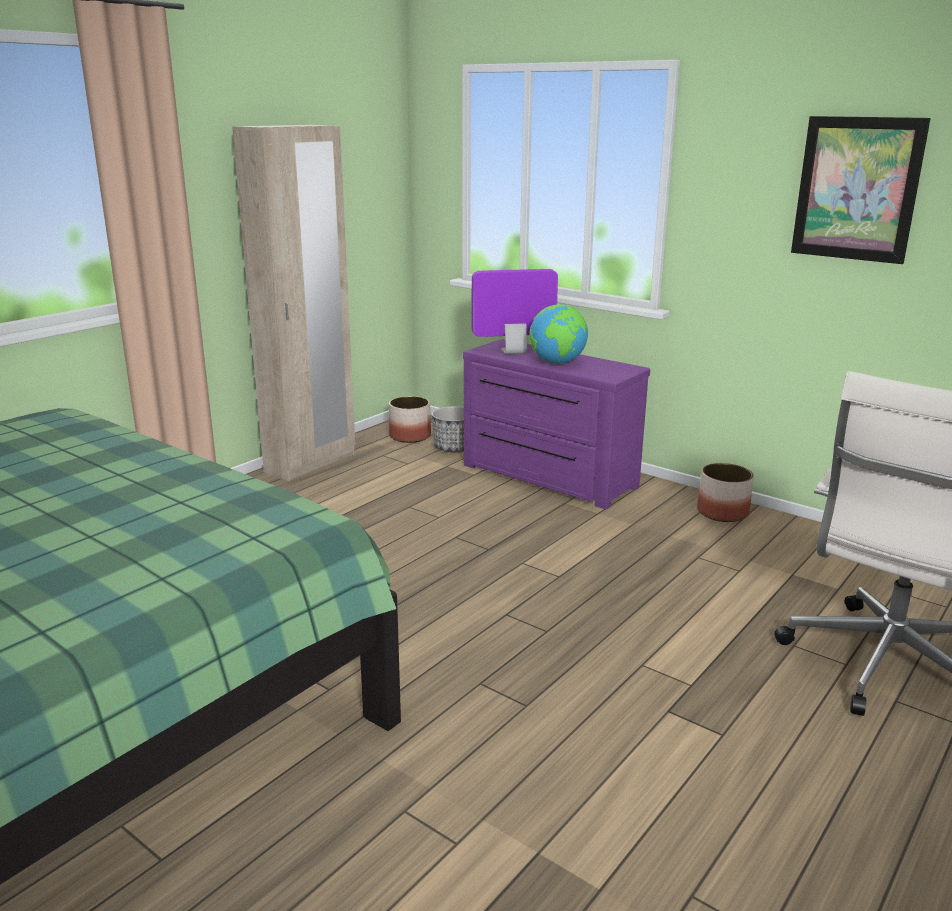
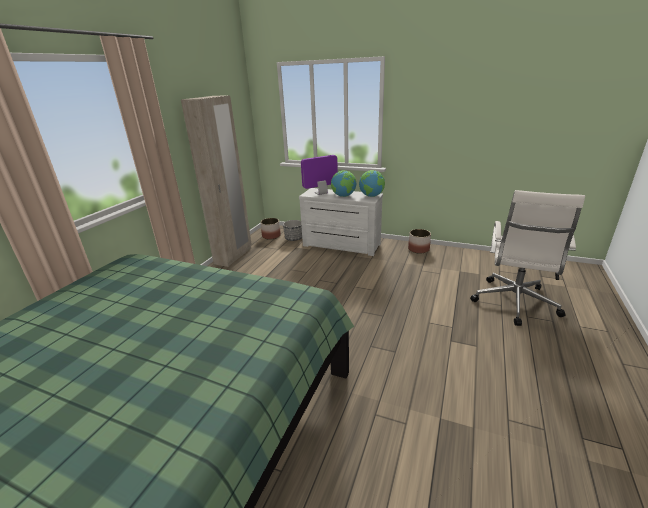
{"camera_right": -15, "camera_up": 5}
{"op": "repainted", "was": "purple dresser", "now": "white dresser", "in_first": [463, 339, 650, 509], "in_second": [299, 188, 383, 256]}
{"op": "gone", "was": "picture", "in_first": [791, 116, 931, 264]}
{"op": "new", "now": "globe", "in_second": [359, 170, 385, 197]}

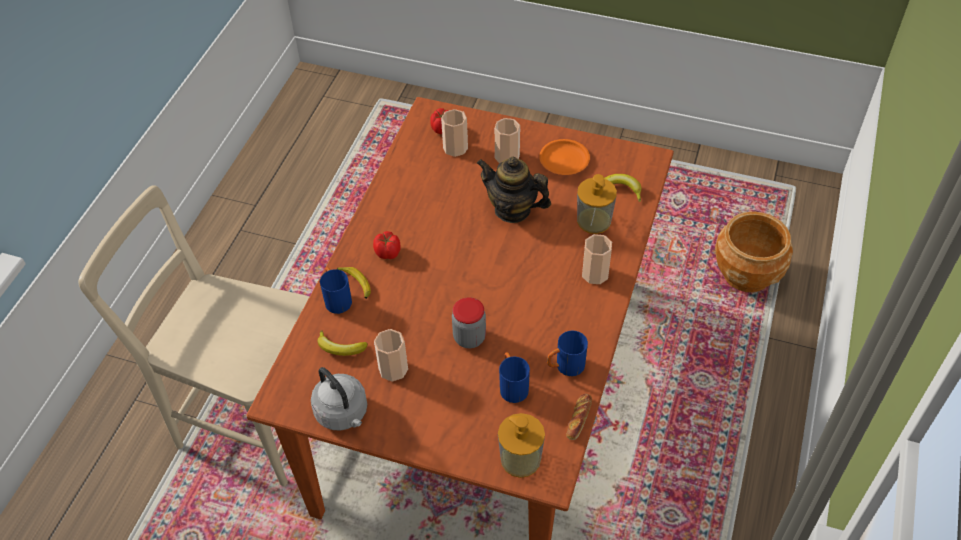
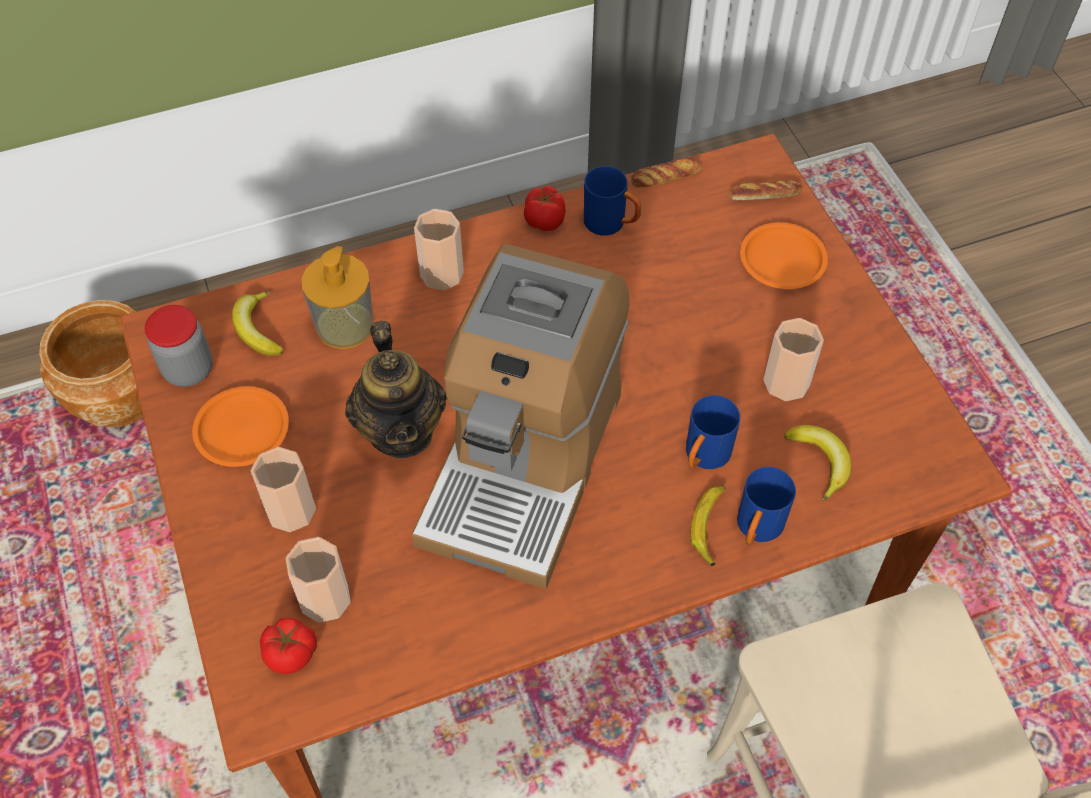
{"camera_right": -130, "camera_up": 5}
{"op": "gone", "was": "grey kettle", "in_first": [311, 367, 367, 431]}
{"op": "shifted", "was": "tomato", "in_first": [373, 231, 400, 259], "in_second": [524, 186, 566, 231]}
{"op": "shifted", "was": "jar", "in_first": [452, 297, 486, 348], "in_second": [145, 305, 213, 387]}
{"op": "swapped", "was": "soap dispenser", "now": "bread", "in_first": [498, 413, 545, 478], "in_second": [729, 180, 803, 200]}
{"op": "shifted", "was": "blue mug", "in_first": [499, 352, 530, 403], "in_second": [686, 395, 740, 469]}
{"op": "new", "now": "coffee machine", "in_second": [412, 244, 630, 589]}
{"op": "new", "now": "orange plate", "in_second": [740, 222, 828, 289]}

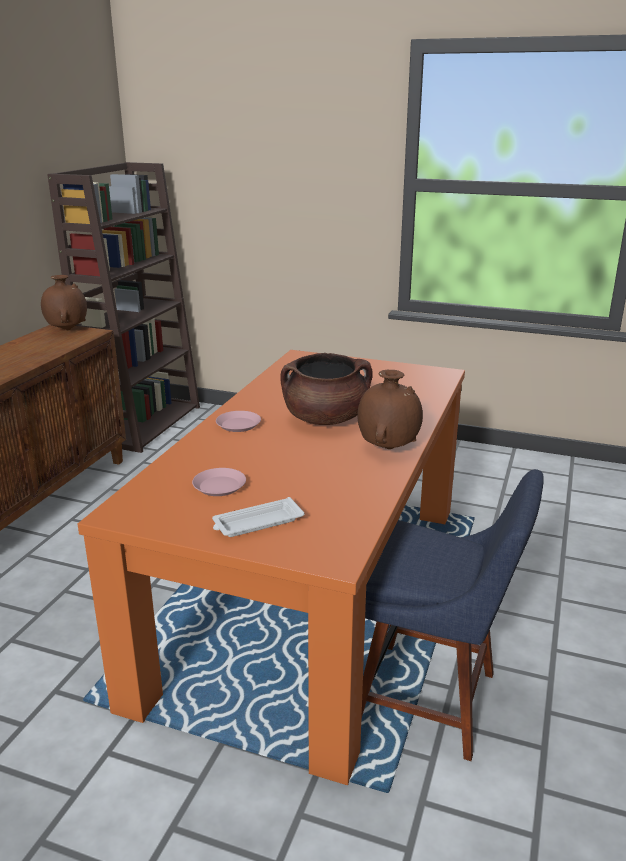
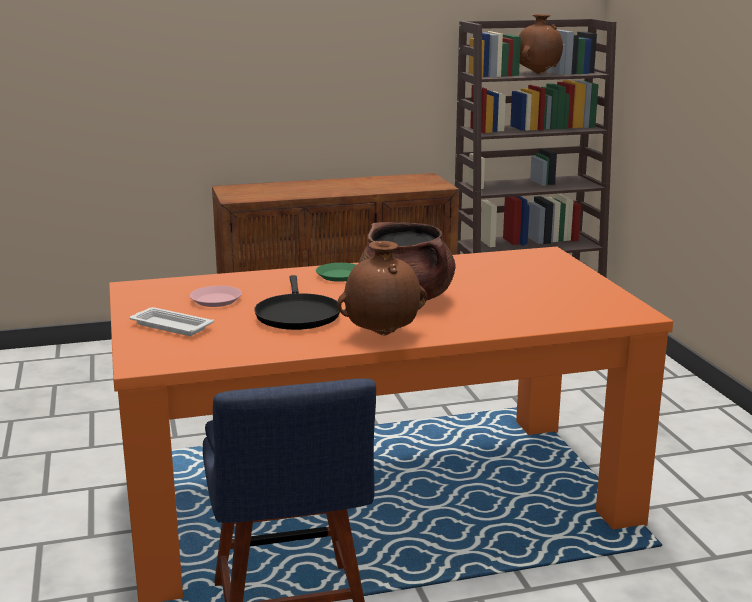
{"camera_right": 55, "camera_up": -5}
{"op": "shifted", "was": "brown vase", "in_first": [41, 275, 87, 330], "in_second": [519, 14, 563, 74]}
{"op": "repainted", "was": "pink plate", "now": "green plate", "in_first": [216, 411, 261, 432], "in_second": [316, 263, 356, 282]}
{"op": "new", "now": "black frying pan", "in_second": [254, 275, 340, 330]}

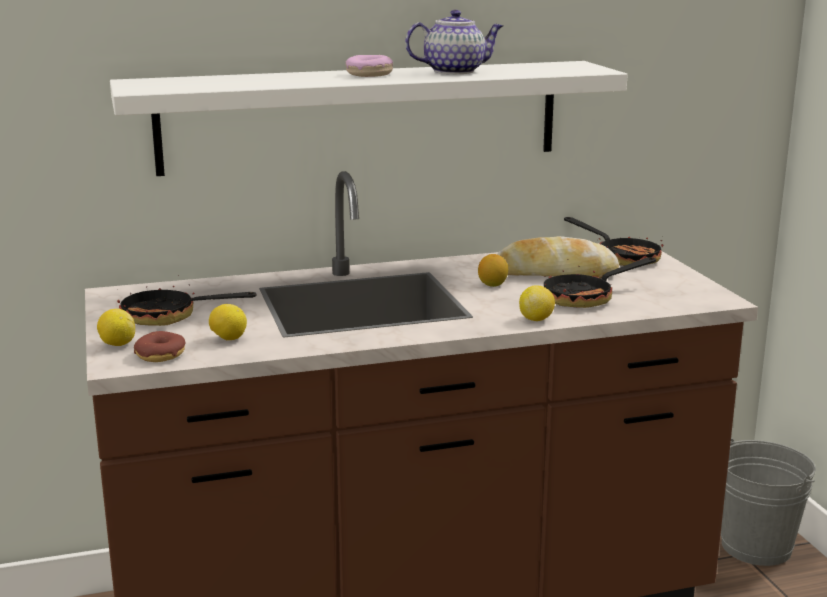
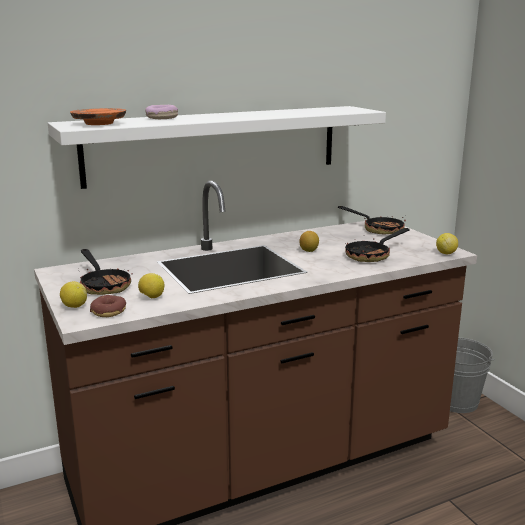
{"camera_right": -10, "camera_up": 0}
{"op": "rotated", "was": "frying pan", "in_first": [117, 275, 256, 326], "in_second": [78, 249, 133, 295], "clockwise": -120}
{"op": "shifted", "was": "donut", "in_first": [345, 55, 393, 77], "in_second": [145, 105, 178, 119]}
{"op": "gone", "was": "teapot", "in_first": [405, 10, 503, 74]}
{"op": "gone", "was": "bread", "in_first": [497, 236, 619, 279]}
{"op": "shifted", "was": "lemon", "in_first": [519, 285, 555, 321], "in_second": [436, 233, 458, 254]}
{"op": "new", "now": "orange plate", "in_second": [70, 108, 126, 125]}

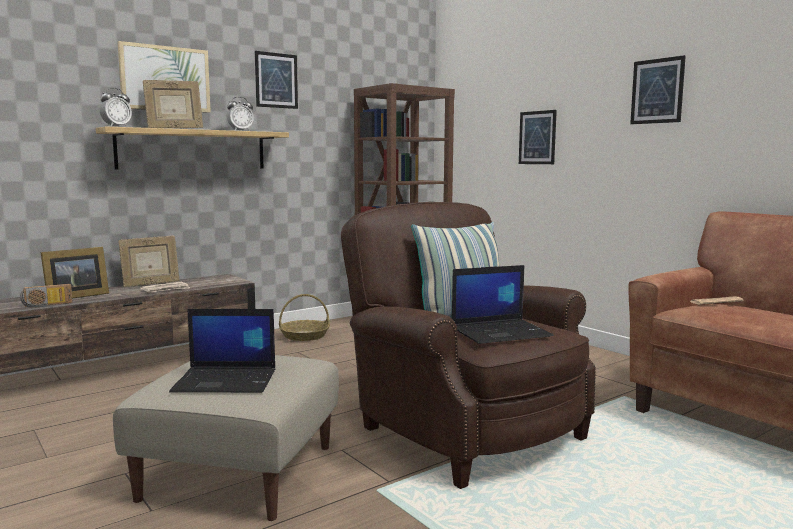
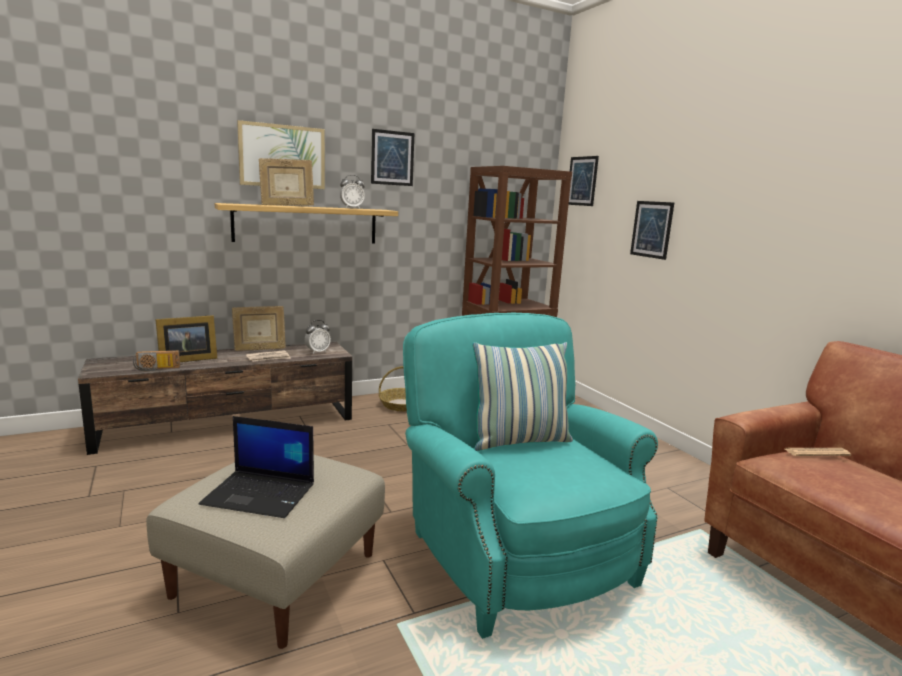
{"camera_right": 10, "camera_up": 5}
{"op": "shifted", "was": "alarm clock", "in_first": [100, 88, 132, 127], "in_second": [305, 320, 331, 354]}
{"op": "repainted", "was": "brown armchair", "now": "turquoise armchair", "in_first": [341, 202, 596, 489], "in_second": [403, 313, 658, 639]}
{"op": "gone", "was": "laptop", "in_first": [452, 265, 554, 344]}
{"op": "shifted", "was": "picture", "in_first": [630, 55, 686, 124], "in_second": [568, 156, 599, 206]}

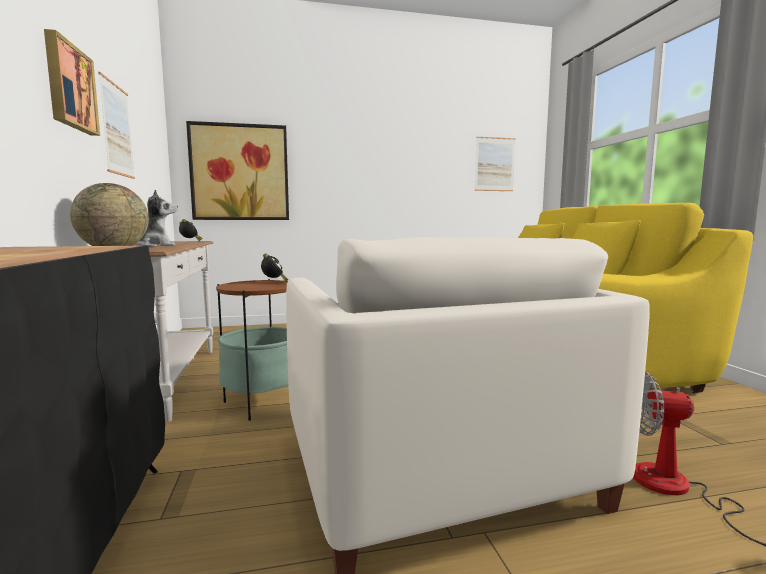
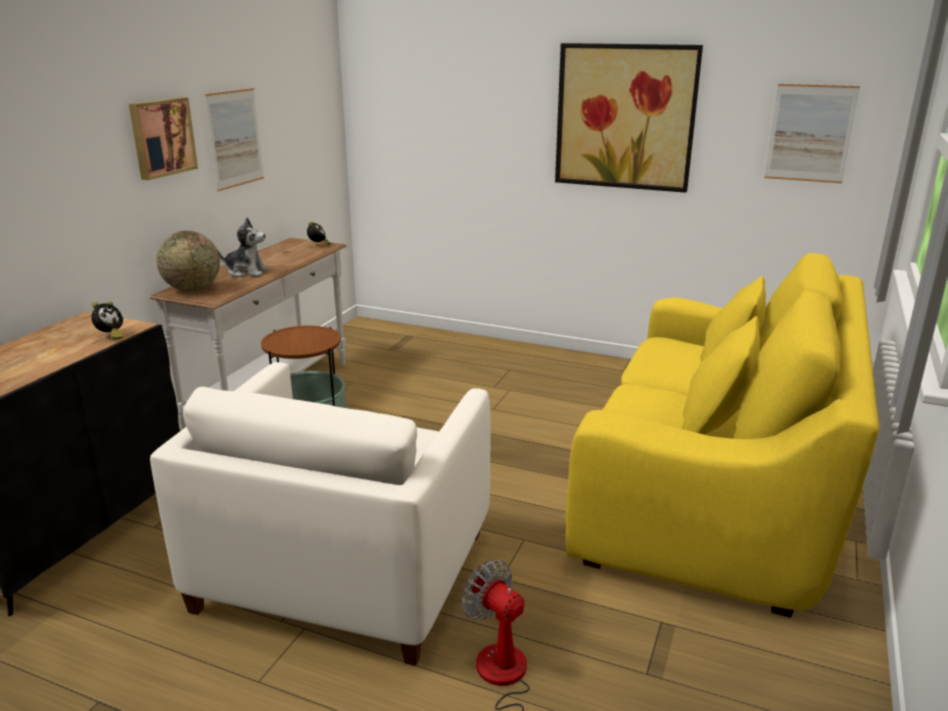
{"camera_right": 35, "camera_up": 15}
{"op": "shifted", "was": "picture", "in_first": [186, 121, 289, 220], "in_second": [555, 43, 703, 193]}
{"op": "shifted", "was": "alarm clock", "in_first": [261, 253, 288, 281], "in_second": [91, 302, 123, 340]}

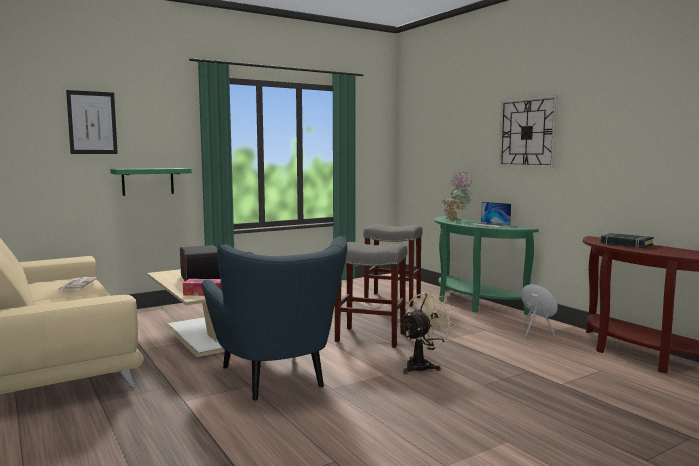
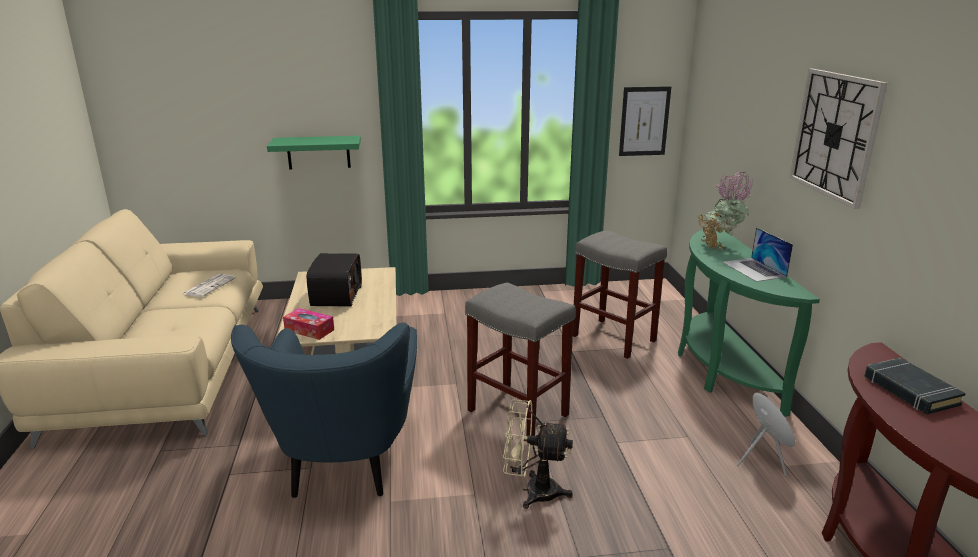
{"camera_right": 25, "camera_up": 15}
{"op": "shifted", "was": "picture", "in_first": [66, 90, 118, 154], "in_second": [619, 86, 671, 156]}
{"op": "rotated", "was": "beige fan", "in_first": [399, 292, 456, 374], "in_second": [503, 400, 573, 509], "clockwise": -150}

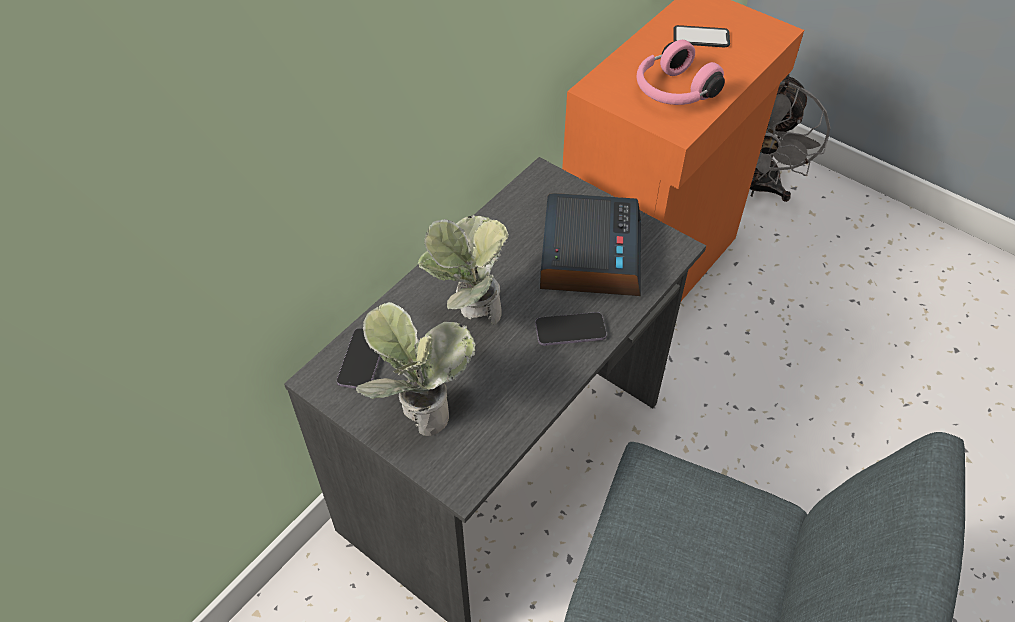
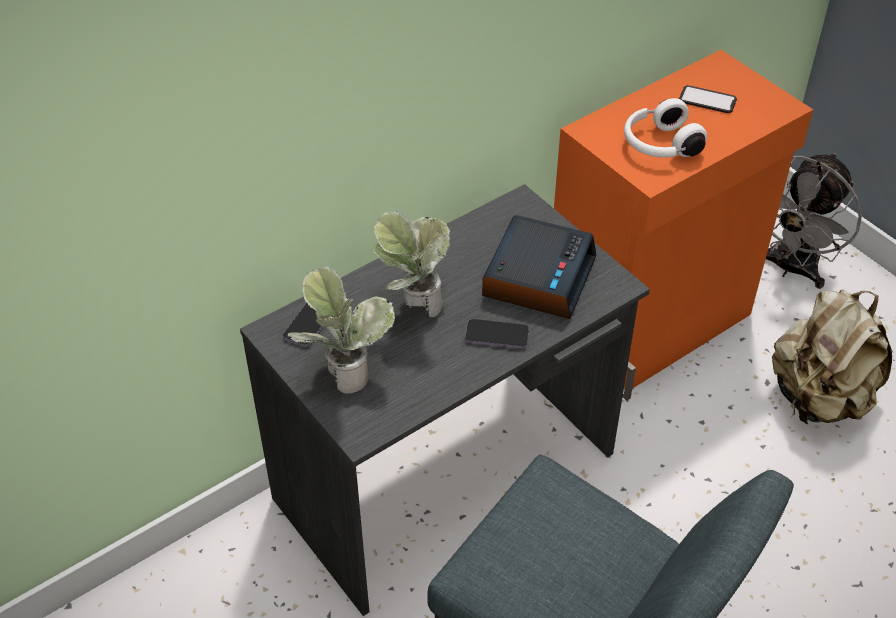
{"camera_right": 15, "camera_up": -5}
{"op": "repainted", "was": "pink headphones", "now": "white headphones", "in_first": [637, 40, 725, 105], "in_second": [624, 98, 707, 158]}
{"op": "new", "now": "beige backpack", "in_second": [772, 289, 892, 425]}

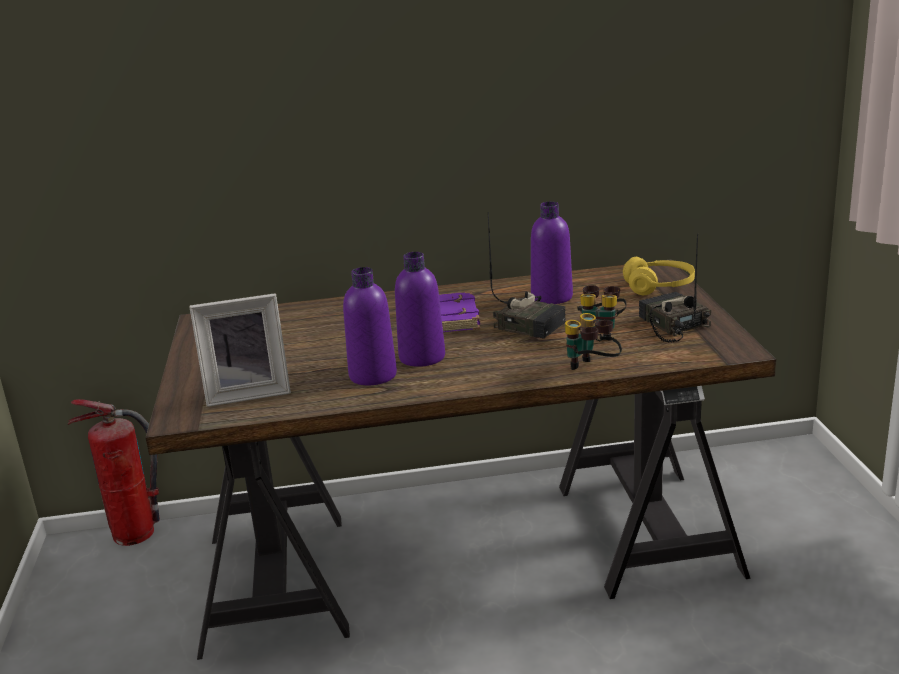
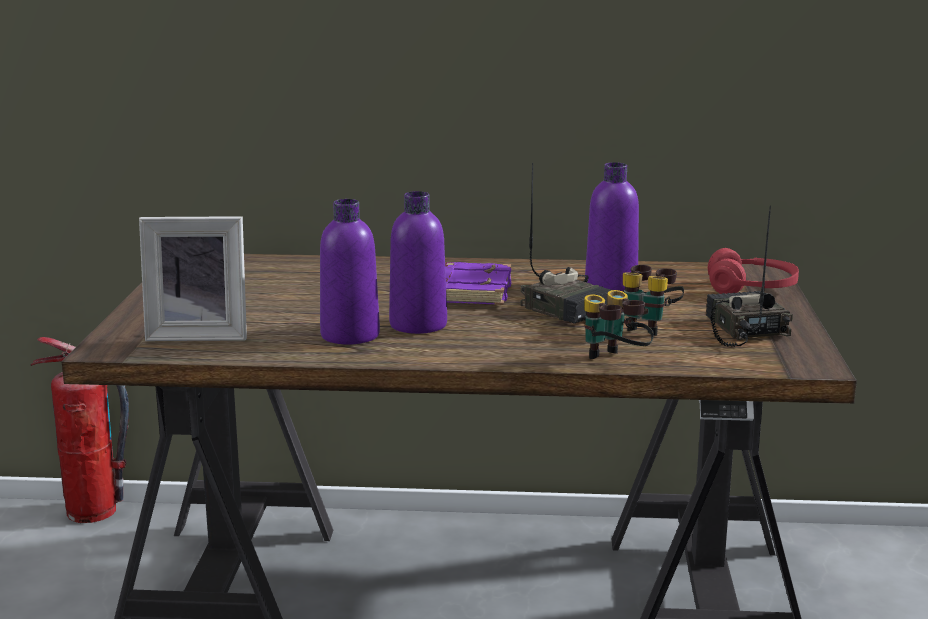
{"camera_right": 10, "camera_up": -5}
{"op": "repainted", "was": "yellow headphones", "now": "red headphones", "in_first": [623, 257, 695, 295], "in_second": [708, 248, 799, 294]}

